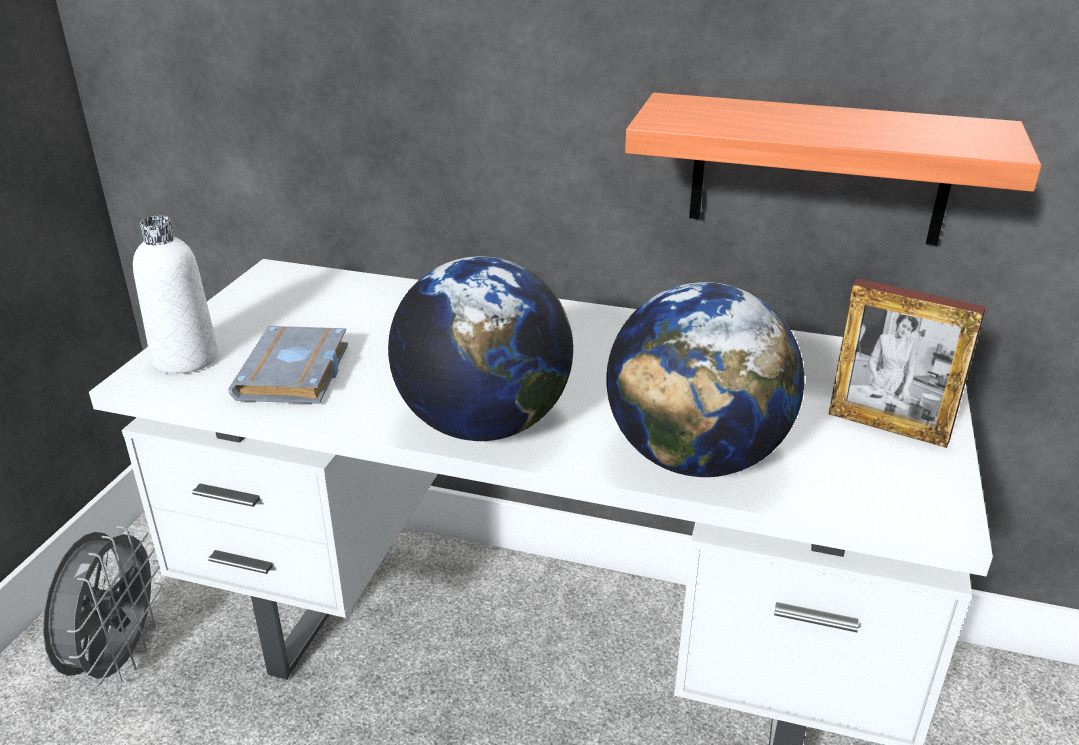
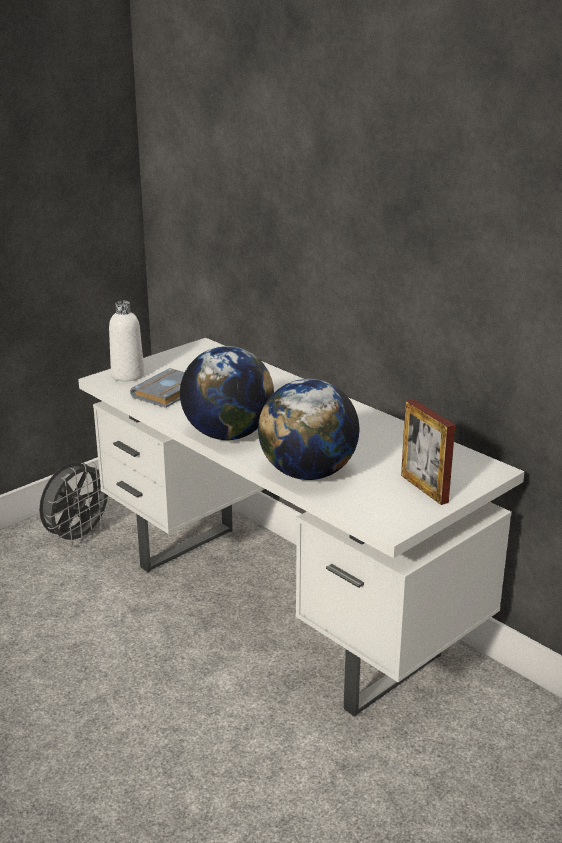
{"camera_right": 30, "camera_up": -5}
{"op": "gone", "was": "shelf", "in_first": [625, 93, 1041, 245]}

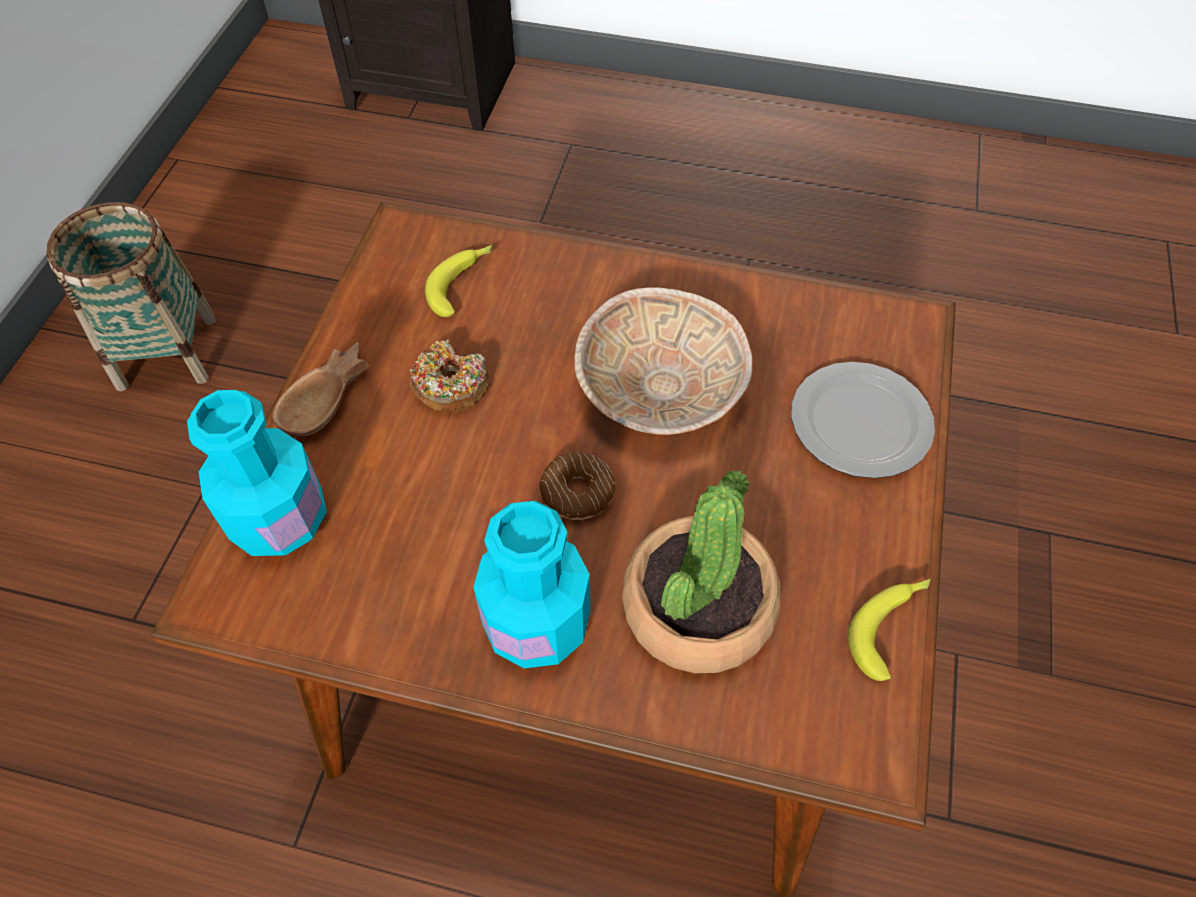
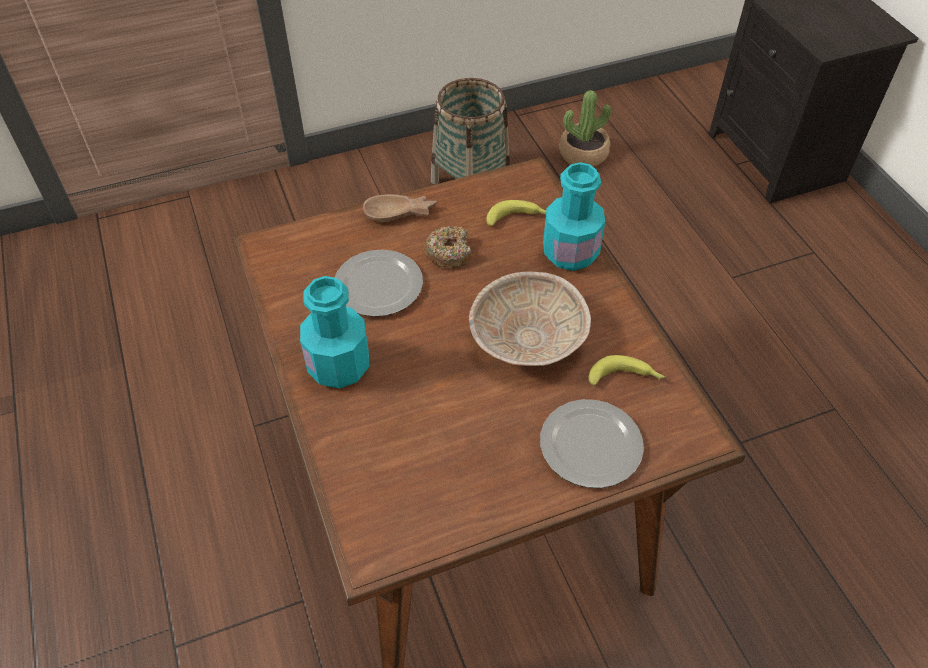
{"camera_right": 55, "camera_up": -5}
{"op": "shifted", "was": "turquoise bottle", "in_first": [187, 390, 327, 556], "in_second": [543, 162, 605, 271]}
{"op": "gone", "was": "donut", "in_first": [539, 452, 616, 520]}
{"op": "shifted", "was": "potted plant", "in_first": [622, 470, 781, 673], "in_second": [559, 90, 611, 167]}
{"op": "shifted", "was": "banana", "in_first": [848, 578, 930, 681], "in_second": [588, 355, 665, 385]}
{"op": "new", "now": "plate", "in_second": [335, 250, 423, 317]}

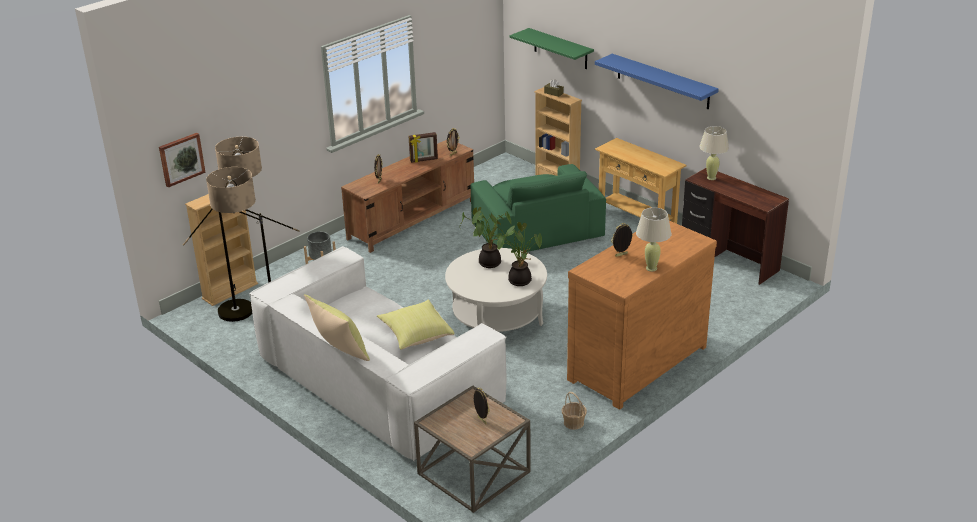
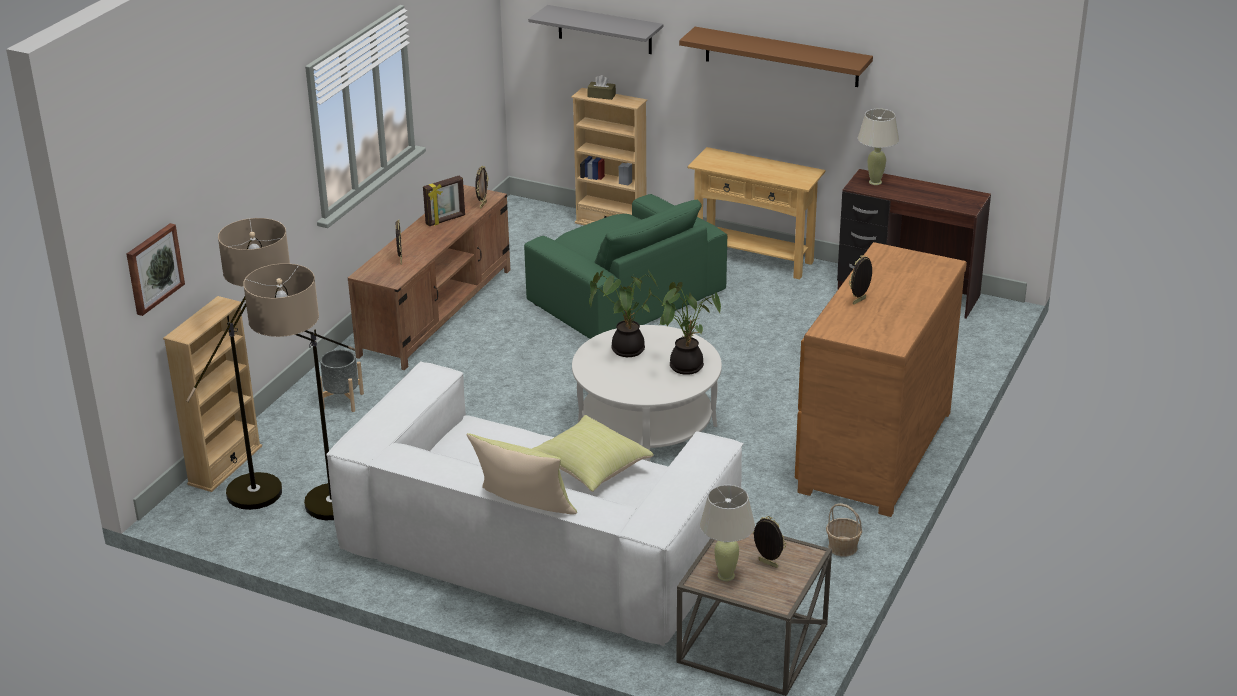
{"camera_right": -20, "camera_up": 0}
{"op": "repainted", "was": "green shelf", "now": "grey shelf", "in_first": [510, 28, 594, 69], "in_second": [528, 5, 663, 54]}
{"op": "repainted", "was": "blue shelf", "now": "brown shelf", "in_first": [595, 54, 719, 109], "in_second": [679, 27, 873, 87]}
{"op": "shifted", "was": "beige table lamp", "in_first": [636, 207, 672, 271], "in_second": [700, 485, 755, 581]}

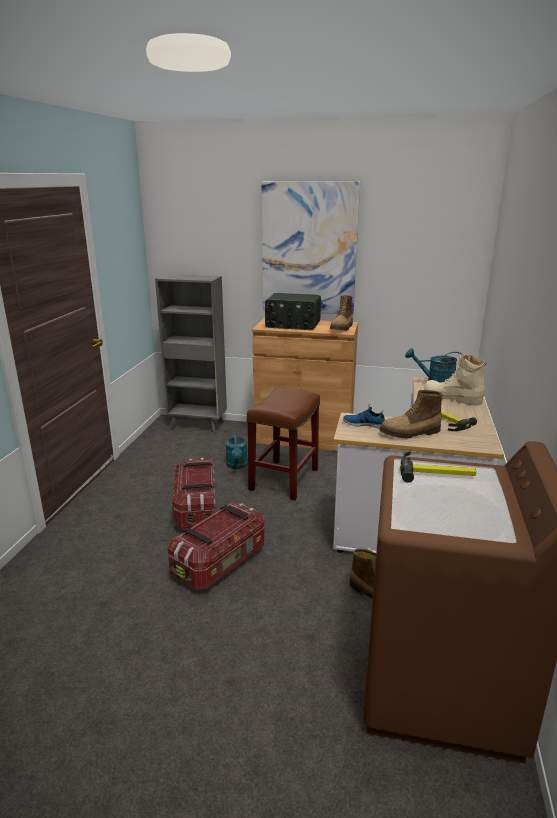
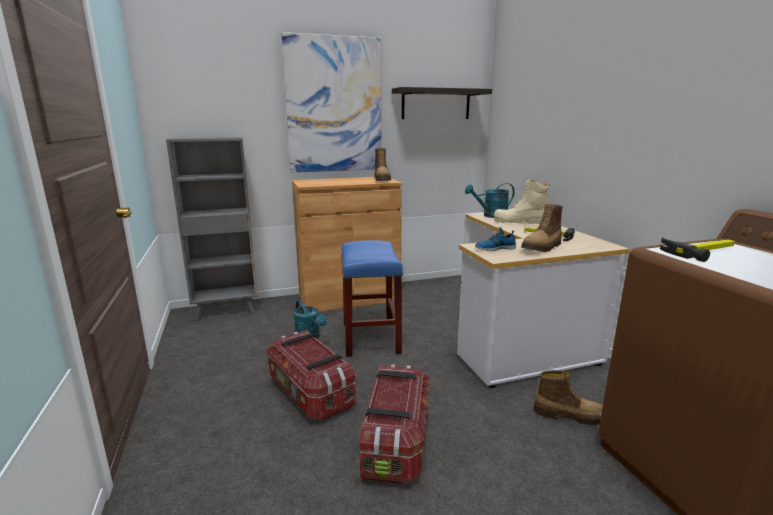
{"camera_right": -30, "camera_up": -5}
{"op": "repainted", "was": "brown stool", "now": "blue stool", "in_first": [247, 388, 320, 500], "in_second": [341, 240, 403, 357]}
{"op": "gone", "was": "radio", "in_first": [265, 293, 321, 330]}
{"op": "new", "now": "shelf", "in_second": [392, 87, 492, 119]}

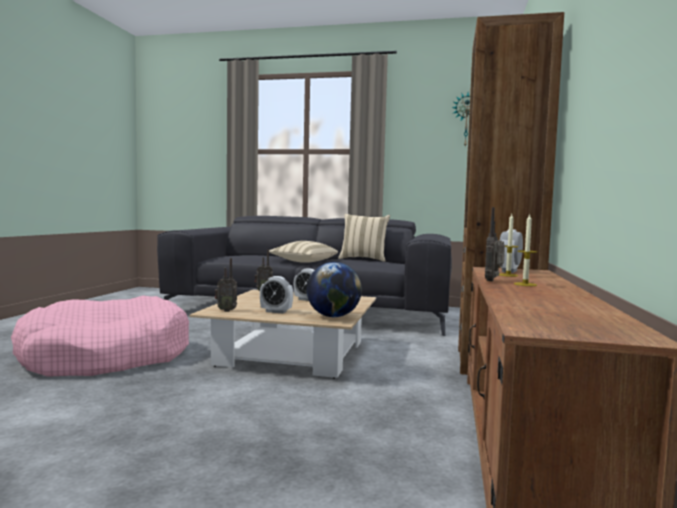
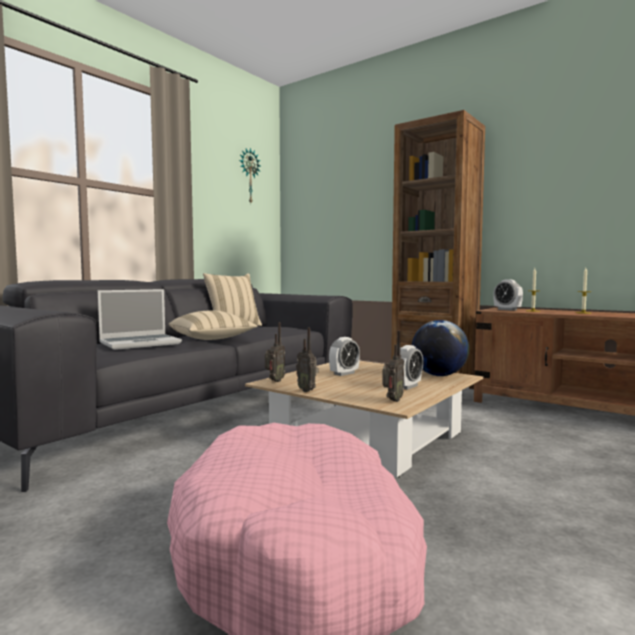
{"camera_right": -65, "camera_up": 0}
{"op": "shifted", "was": "radio", "in_first": [485, 207, 505, 281], "in_second": [296, 327, 318, 392]}
{"op": "new", "now": "laptop", "in_second": [98, 289, 182, 350]}

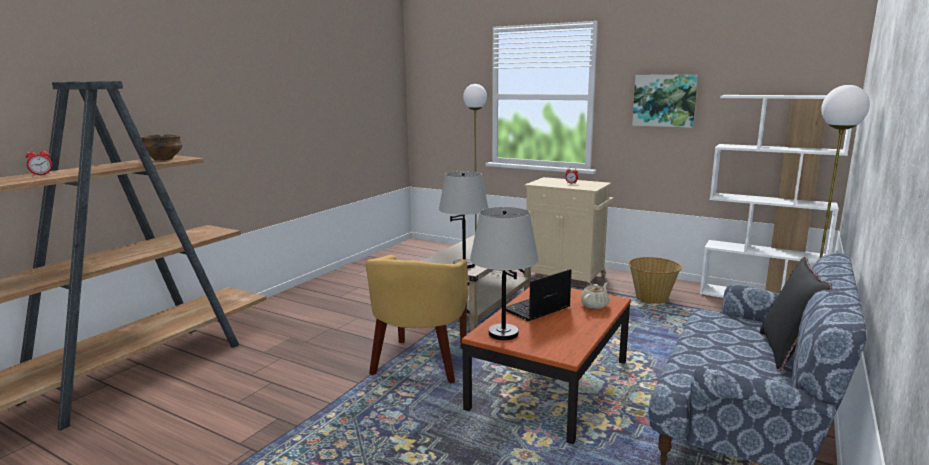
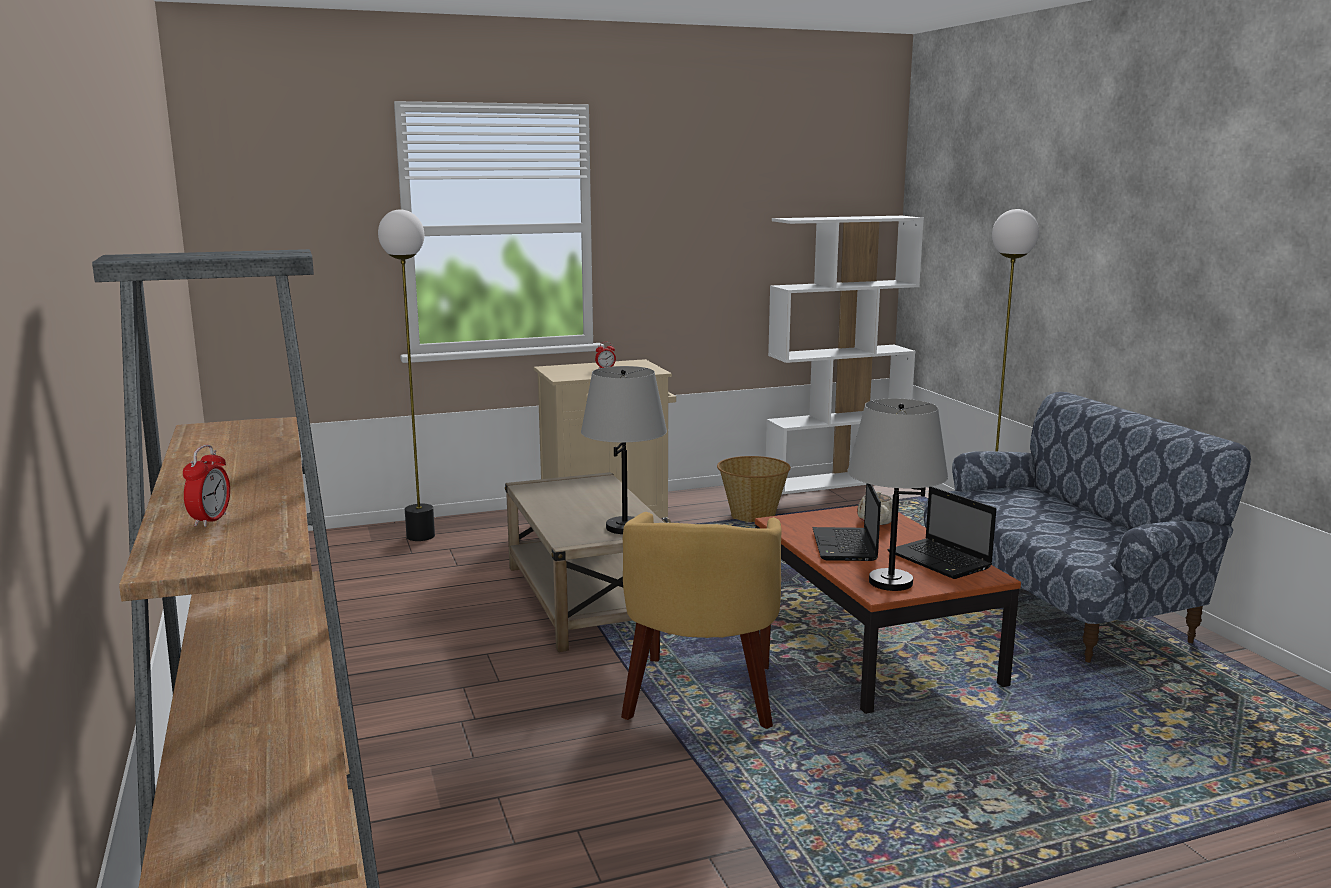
{"camera_right": -50, "camera_up": 0}
{"op": "gone", "was": "bowl", "in_first": [141, 134, 182, 161]}
{"op": "rotated", "was": "yellow armchair", "in_first": [366, 255, 469, 383], "in_second": [621, 512, 782, 729], "clockwise": 45}
{"op": "gone", "was": "picture", "in_first": [632, 74, 698, 128]}
{"op": "gone", "was": "black pillow", "in_first": [760, 257, 832, 371]}
{"op": "new", "now": "laptop", "in_second": [887, 487, 996, 579]}

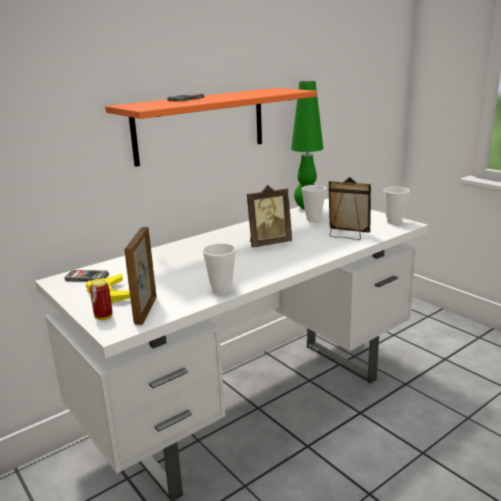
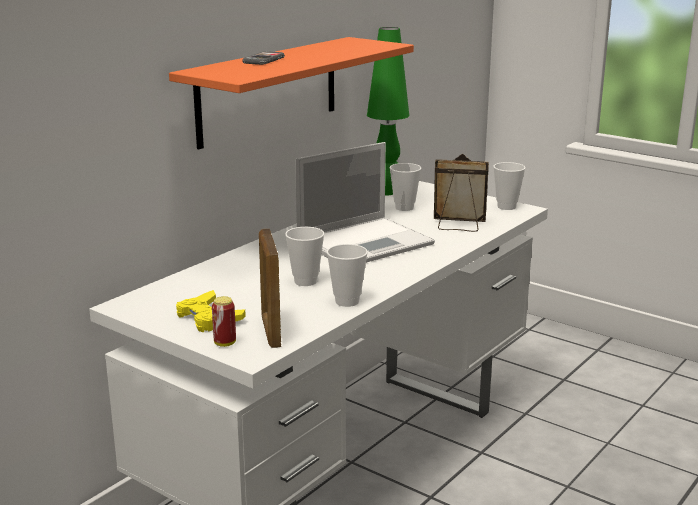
{"camera_right": -15, "camera_up": 0}
{"op": "gone", "was": "phone", "in_first": [65, 270, 109, 282]}
{"op": "swapped", "was": "picture frame", "now": "laptop", "in_first": [247, 185, 292, 248], "in_second": [295, 142, 435, 263]}
{"op": "new", "now": "cup", "in_second": [285, 227, 324, 286]}

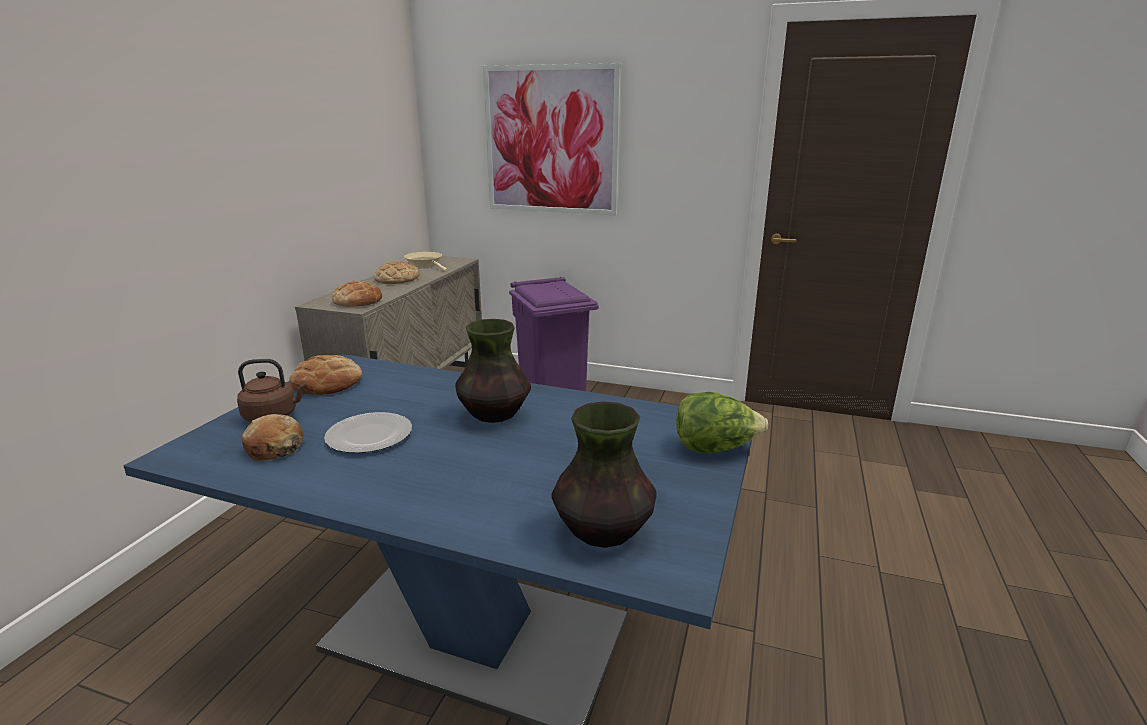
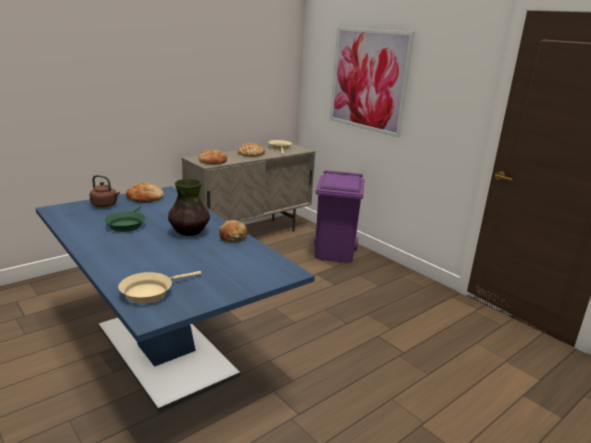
{"camera_right": 30, "camera_up": 0}
{"op": "shifted", "was": "bread", "in_first": [241, 414, 304, 461], "in_second": [219, 220, 247, 242]}
{"op": "swapped", "was": "plate", "now": "green frying pan", "in_first": [324, 412, 412, 453], "in_second": [104, 206, 145, 232]}
{"op": "swapped", "was": "vase", "now": "beige frying pan", "in_first": [551, 401, 657, 548], "in_second": [118, 271, 201, 304]}
{"op": "gone", "was": "lettuce", "in_first": [676, 392, 768, 453]}

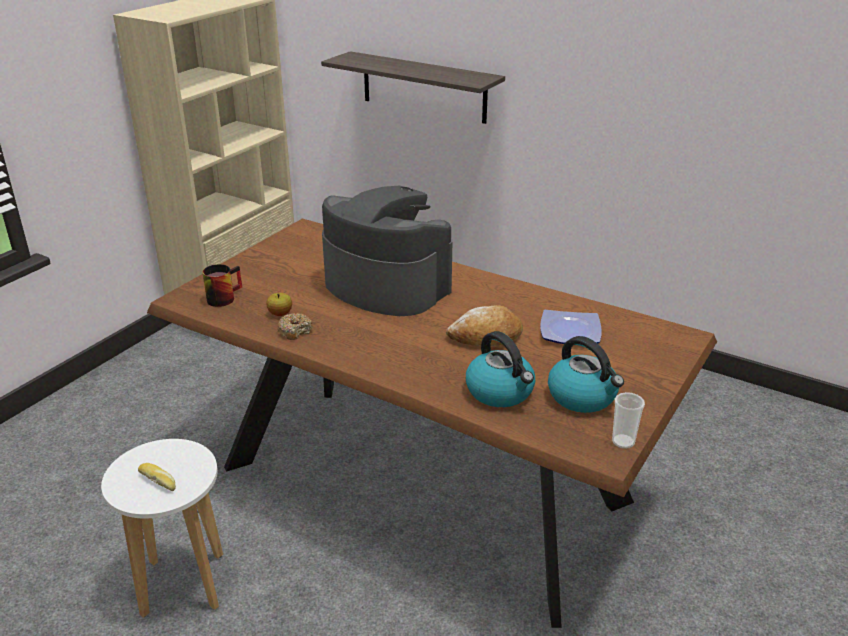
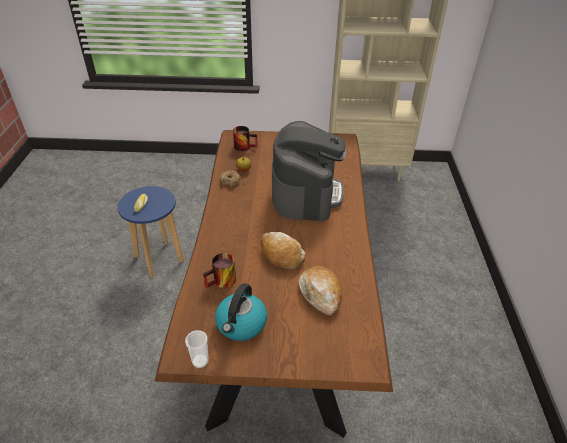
{"camera_right": 60, "camera_up": 10}
{"op": "repainted", "was": "white stool", "now": "blue stool", "in_first": [101, 439, 223, 618], "in_second": [118, 186, 184, 278]}
{"op": "gone", "was": "shelf", "in_first": [321, 51, 505, 124]}
{"op": "swapped", "was": "kettle", "now": "mug", "in_first": [466, 331, 535, 407], "in_second": [203, 253, 236, 288]}
{"op": "swapped", "was": "plate", "now": "bread", "in_first": [540, 310, 602, 344], "in_second": [299, 266, 342, 316]}

